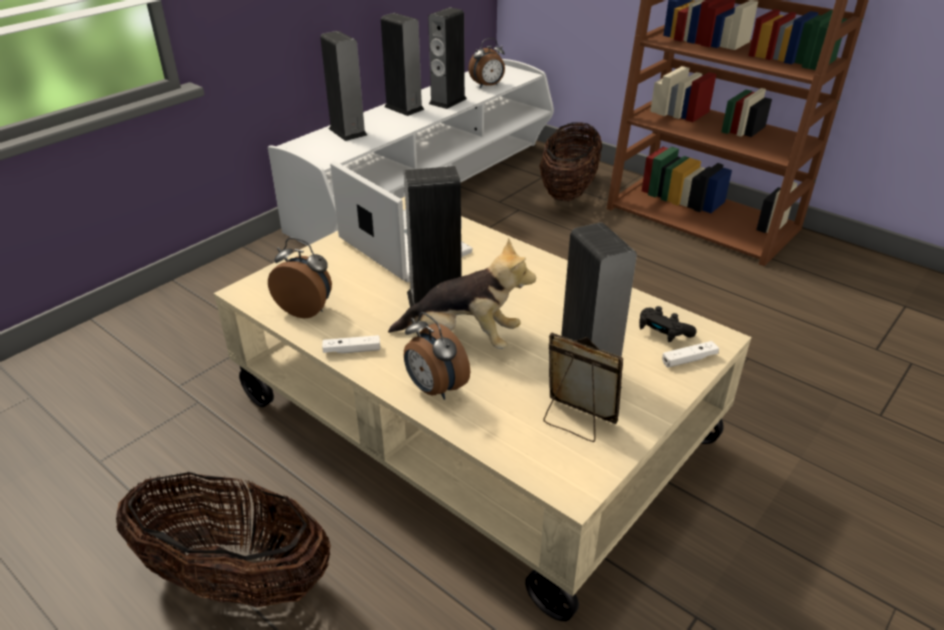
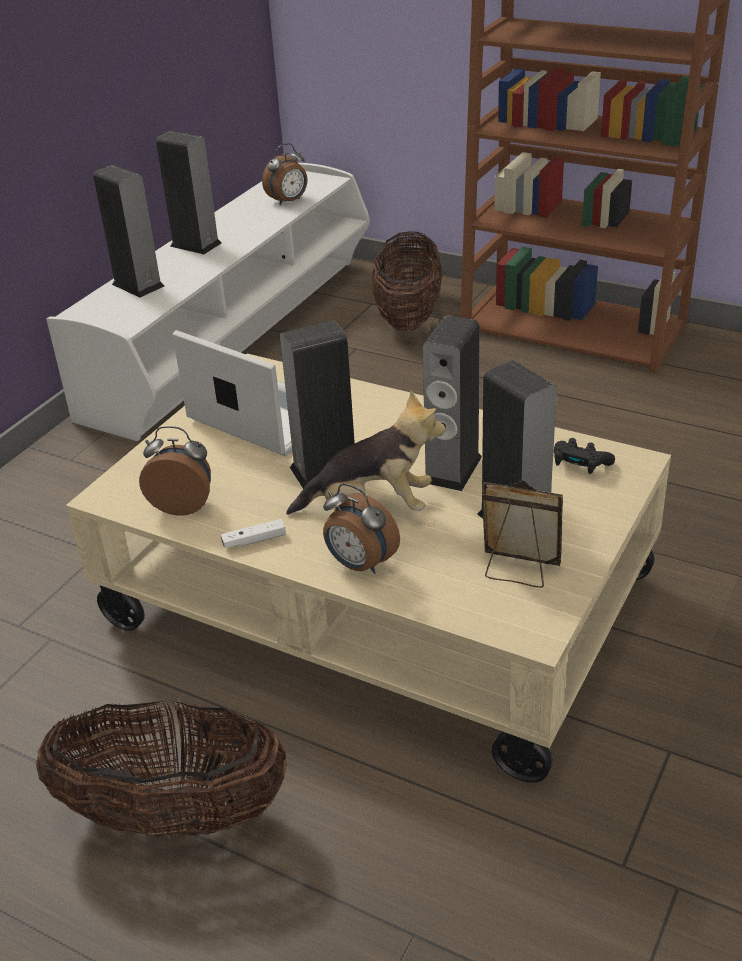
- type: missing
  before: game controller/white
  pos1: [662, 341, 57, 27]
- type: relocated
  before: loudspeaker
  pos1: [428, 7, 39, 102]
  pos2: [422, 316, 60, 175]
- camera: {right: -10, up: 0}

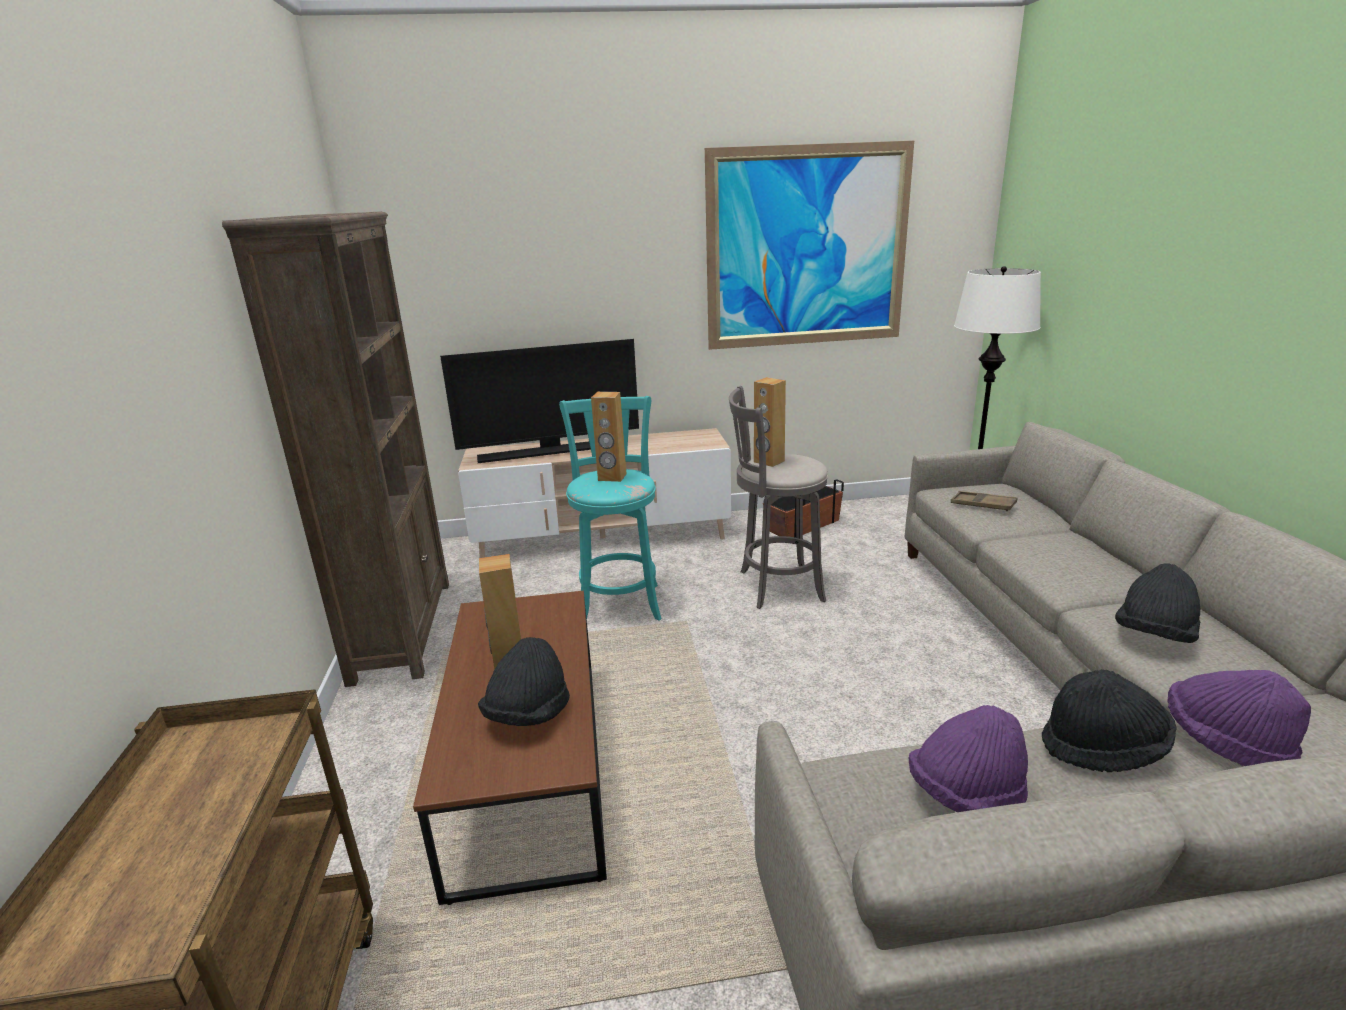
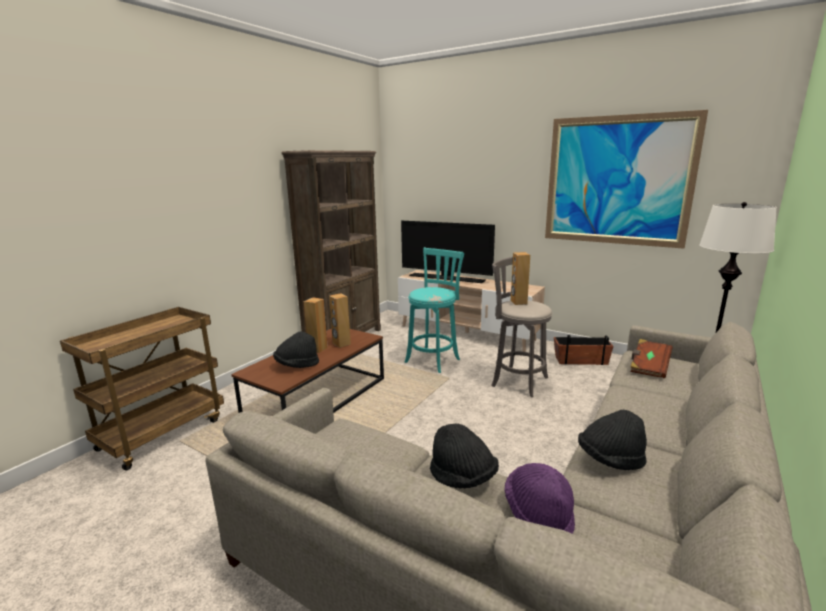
- type: missing
  before: clothing hat/purplish
  pos1: [909, 705, 119, 107]
- type: relocated
  before: loudspeaker/brownish
  pos1: [591, 392, 35, 90]
  pos2: [329, 293, 22, 55]
- type: exchanged
  before: carrying tray/brownish
  after: bound book/brownish
  pos1: [951, 491, 66, 20]
  pos2: [630, 339, 43, 39]
- camera: {right: 40, up: -5}

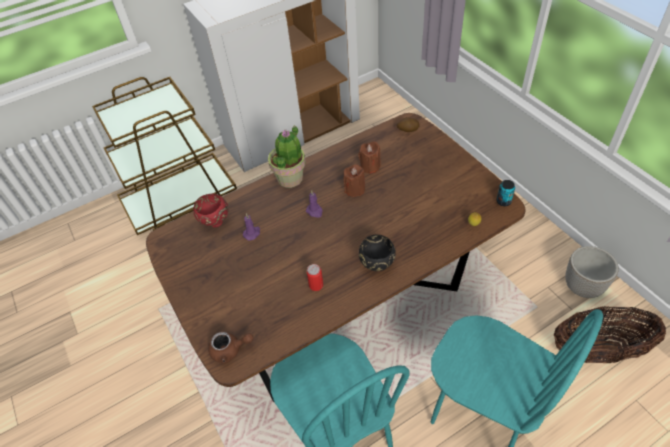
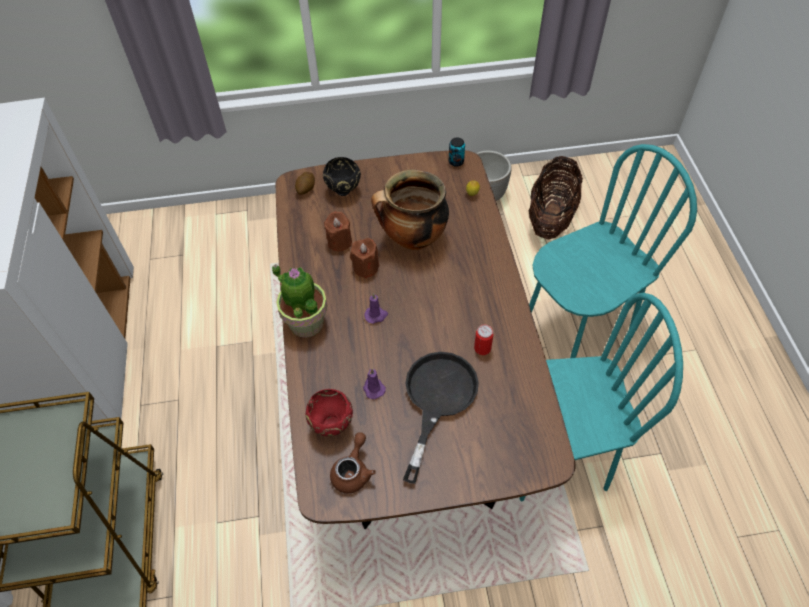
- type: appeared
  after: saucepot
  pos2: [371, 169, 78, 81]
- type: appeared
  after: frying pan/black-coloured
  pos2: [403, 352, 76, 132]
- type: relocated
  before: pot for tea/brownish
  pos1: [208, 332, 46, 32]
  pos2: [330, 432, 46, 62]
- type: relocated
  before: serving bowl/black-coloured
  pos1: [359, 234, 37, 37]
  pos2: [323, 157, 38, 39]
- camera: {right: -70, up: 5}

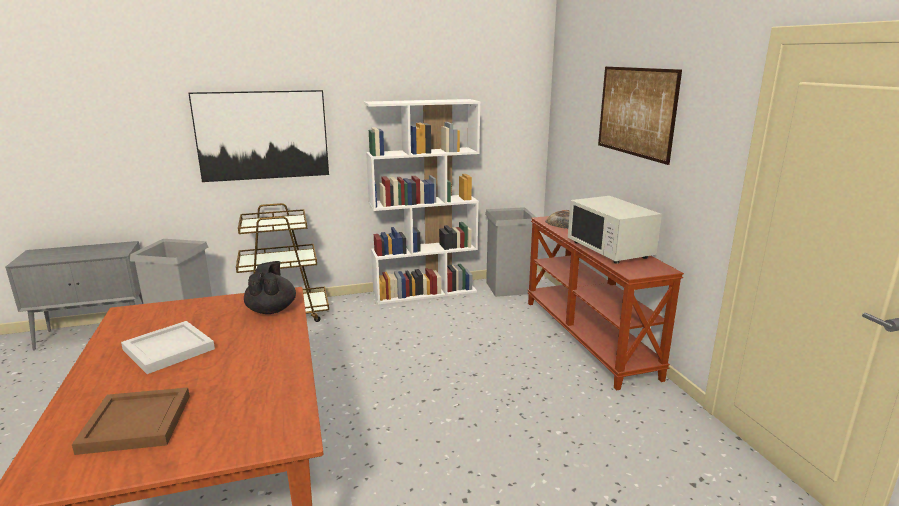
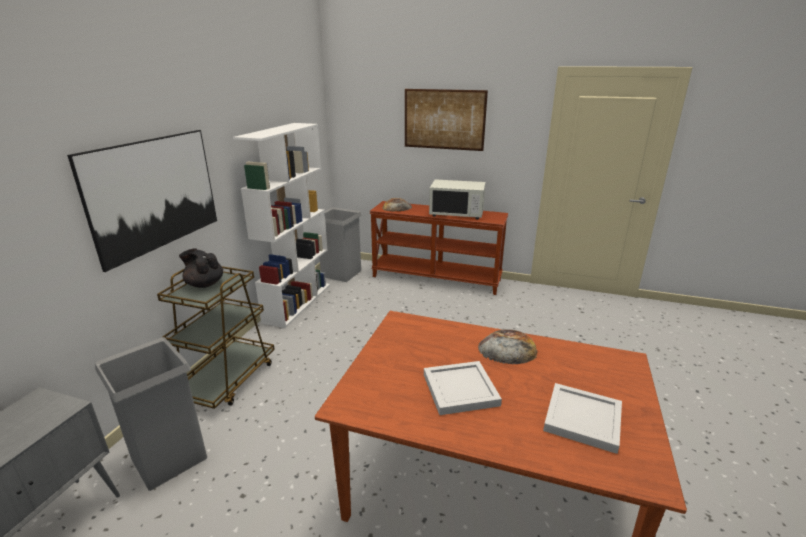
- type: appeared
  after: bakery bread
  pos2: [478, 329, 59, 35]
- type: relocated
  before: pot for tea/black-coloured
  pos1: [244, 261, 52, 53]
  pos2: [179, 248, 44, 40]
- type: colour
  before: carrying tray/brownish
  after: carrying tray/white
  pos1: [72, 387, 118, 68]
  pos2: [543, 383, 79, 71]
- camera: {right: -55, up: 5}

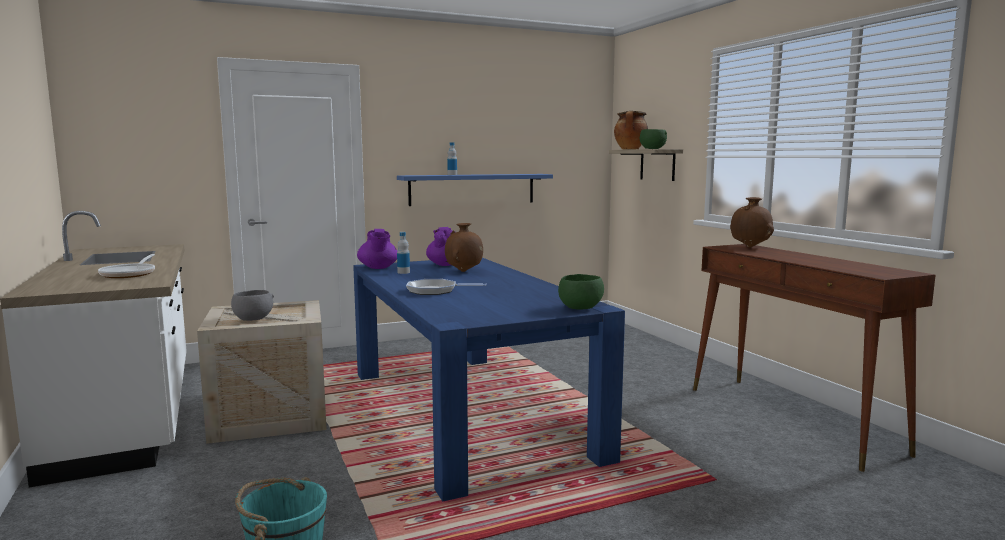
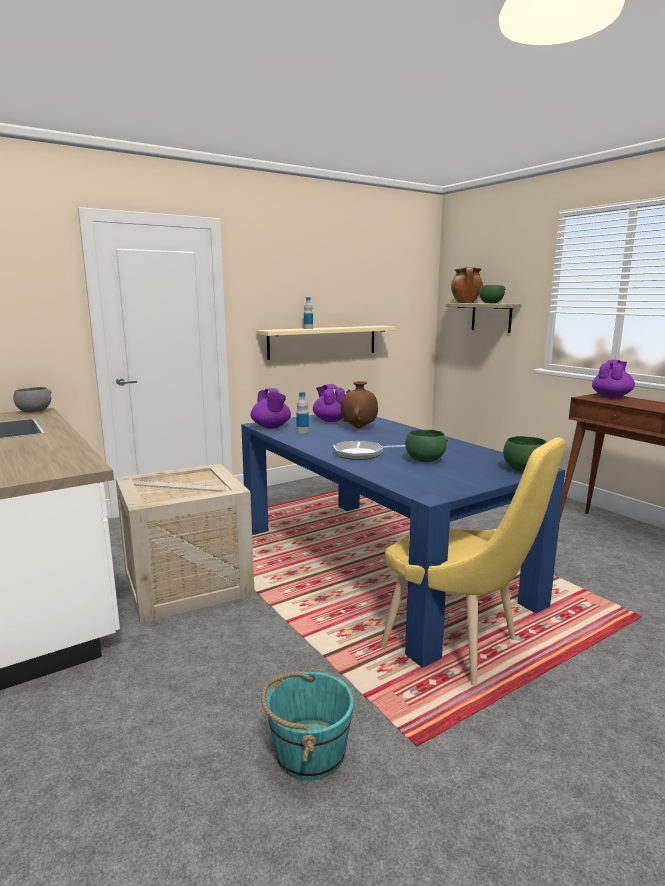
- type: missing
  before: frying pan
  pos1: [98, 254, 57, 24]
- type: appeared
  after: plain chair/yellow-coloured
  pos2: [381, 437, 184, 249]
- type: appeared
  after: serving bowl/green-coloured
  pos2: [405, 430, 43, 32]
- type: relocated
  before: serving bowl/gray
  pos1: [231, 290, 43, 31]
  pos2: [13, 387, 39, 26]
- type: exchanged
  before: vase/brownish
  after: pot for tea/purplish
  pos1: [730, 197, 44, 50]
  pos2: [592, 360, 43, 38]
- type: colour
  before: bracket shelf/bluish
  after: bracket shelf/sand-coloured
  pos1: [397, 174, 156, 32]
  pos2: [257, 326, 139, 34]
- camera: {right: -10, up: 5}

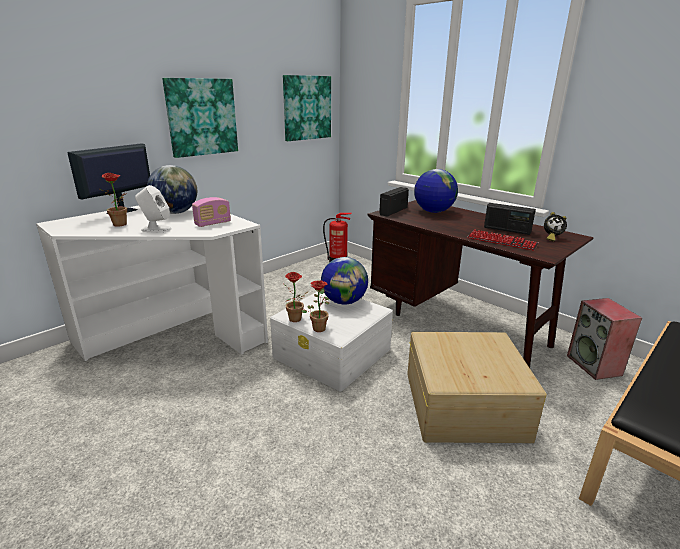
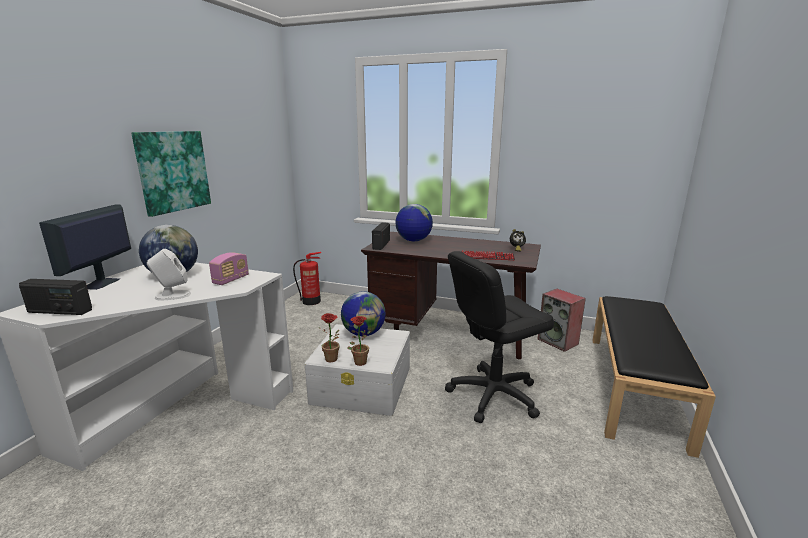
- type: missing
  before: potted plant
  pos1: [100, 173, 27, 54]
- type: missing
  before: wall picture
  pos1: [283, 75, 48, 66]
- type: relocated
  before: radio
  pos1: [484, 203, 52, 32]
  pos2: [19, 279, 73, 36]
- type: exchanged
  before: storage bin/sand-coloured
  after: desk chair/black-coloured
  pos1: [407, 332, 140, 111]
  pos2: [445, 251, 109, 172]
- camera: {right: -25, up: -5}

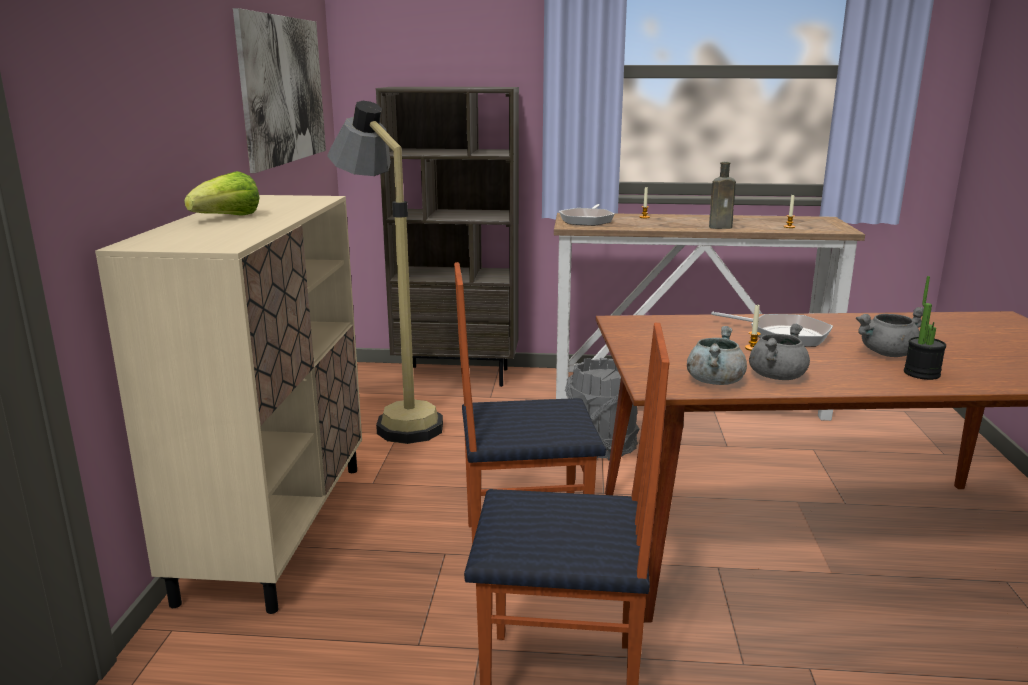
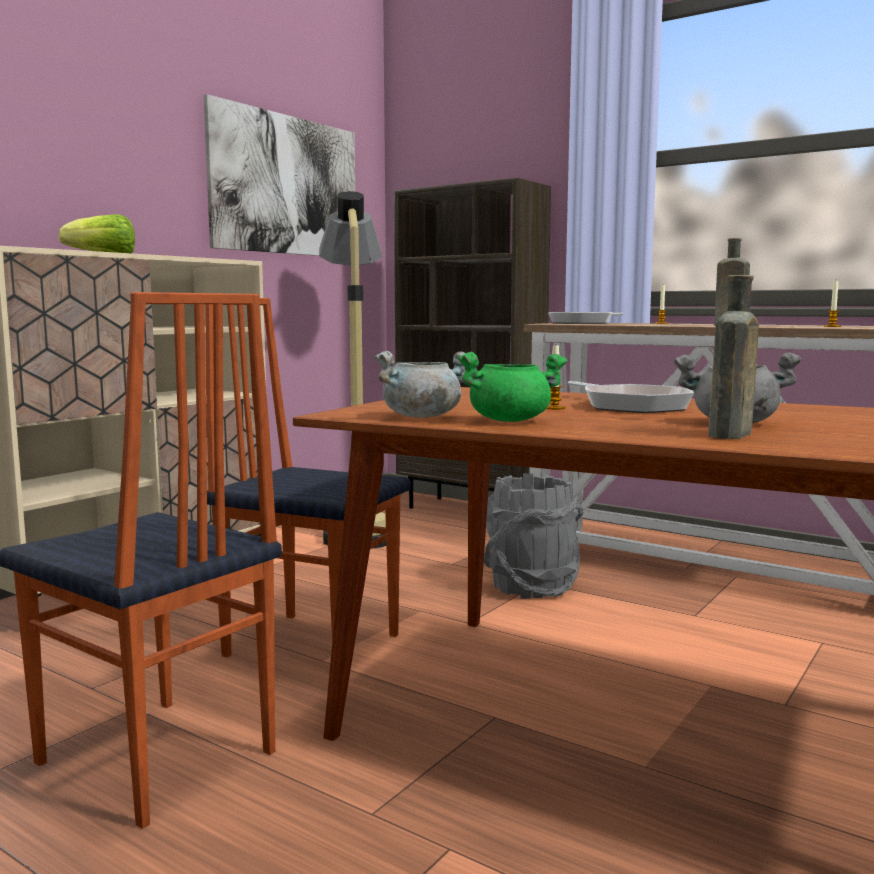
- type: exchanged
  before: potted plant
  after: beverage bottle/brownish
  pos1: [904, 276, 42, 104]
  pos2: [708, 275, 51, 164]
- type: colour
  before: saucepot/gray
  after: saucepot/green-coloured
  pos1: [749, 324, 61, 56]
  pos2: [458, 352, 110, 70]
- camera: {right: 30, up: -10}

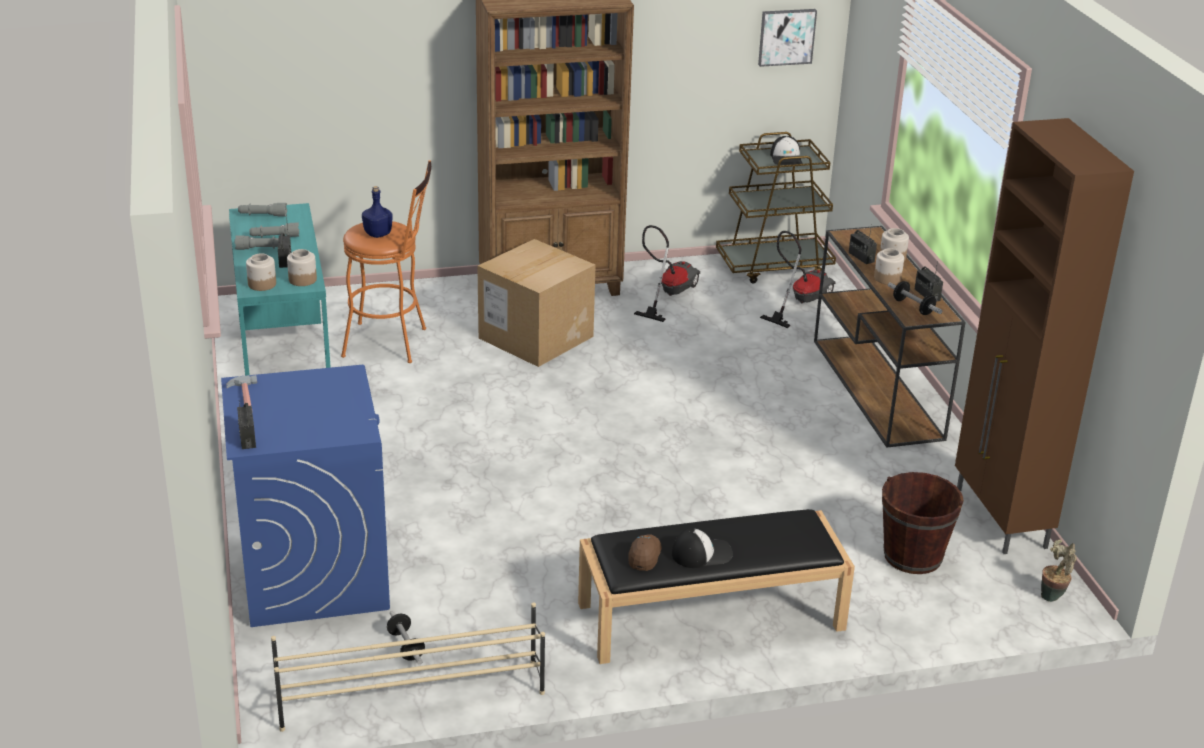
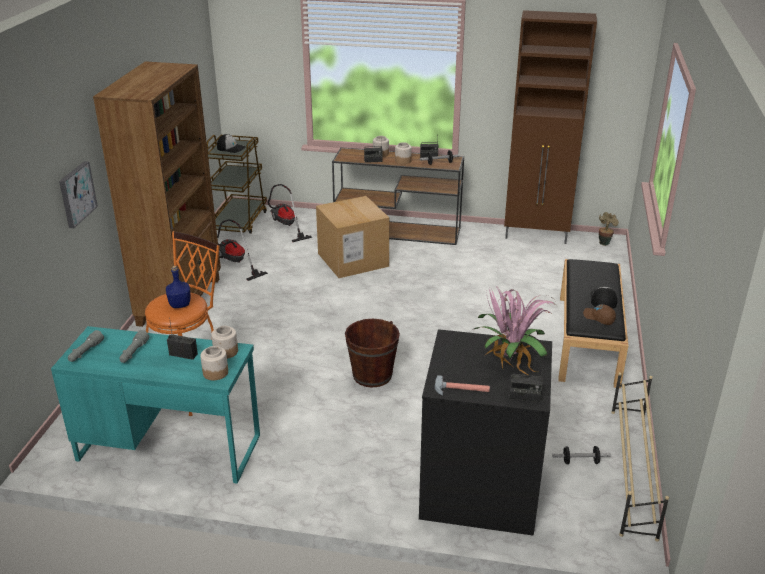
- type: missing
  before: hand torch/gray
  pos1: [235, 235, 44, 15]
- type: appeared
  after: potted plant
  pos2: [474, 285, 83, 90]
- type: relocated
  before: carton
  pos1: [477, 239, 119, 128]
  pos2: [316, 196, 73, 82]
- type: relocated
  before: wall picture
  pos1: [758, 9, 59, 58]
  pos2: [59, 161, 39, 67]
- type: relocated
  before: water bucket/brownish
  pos1: [882, 472, 82, 102]
  pos2: [345, 319, 55, 68]
- type: colour
  before: washing machine/bluish
  after: washing machine/black-coloured
  pos1: [221, 365, 169, 262]
  pos2: [419, 329, 133, 207]
- camera: {right: -65, up: 0}

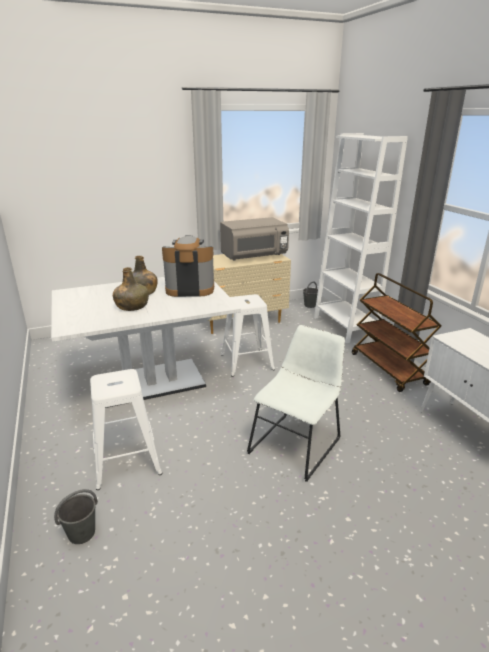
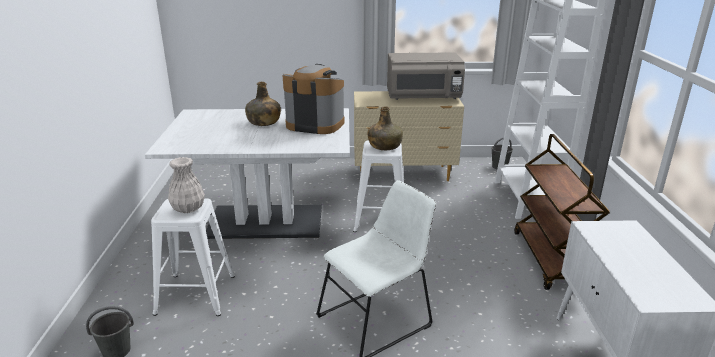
- type: appeared
  after: vase/white
  pos2: [168, 157, 37, 56]
- type: relocated
  before: beverage bottle/green-coloured
  pos1: [113, 267, 36, 44]
  pos2: [368, 106, 35, 44]
- camera: {right: 20, up: 0}

